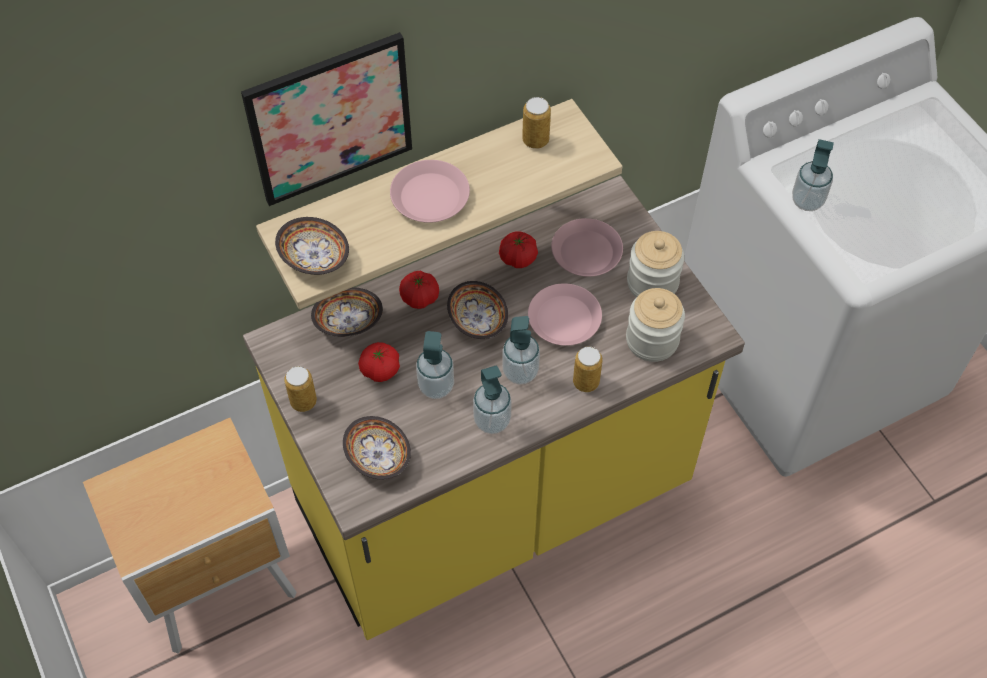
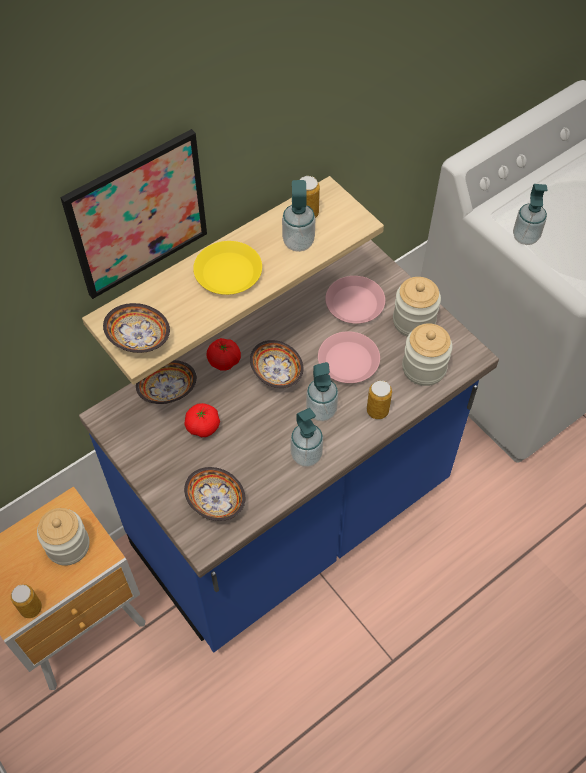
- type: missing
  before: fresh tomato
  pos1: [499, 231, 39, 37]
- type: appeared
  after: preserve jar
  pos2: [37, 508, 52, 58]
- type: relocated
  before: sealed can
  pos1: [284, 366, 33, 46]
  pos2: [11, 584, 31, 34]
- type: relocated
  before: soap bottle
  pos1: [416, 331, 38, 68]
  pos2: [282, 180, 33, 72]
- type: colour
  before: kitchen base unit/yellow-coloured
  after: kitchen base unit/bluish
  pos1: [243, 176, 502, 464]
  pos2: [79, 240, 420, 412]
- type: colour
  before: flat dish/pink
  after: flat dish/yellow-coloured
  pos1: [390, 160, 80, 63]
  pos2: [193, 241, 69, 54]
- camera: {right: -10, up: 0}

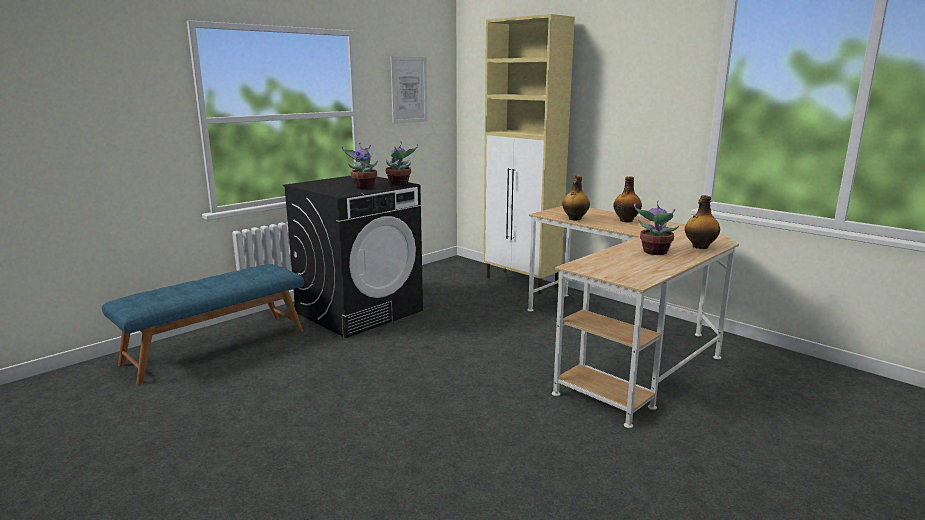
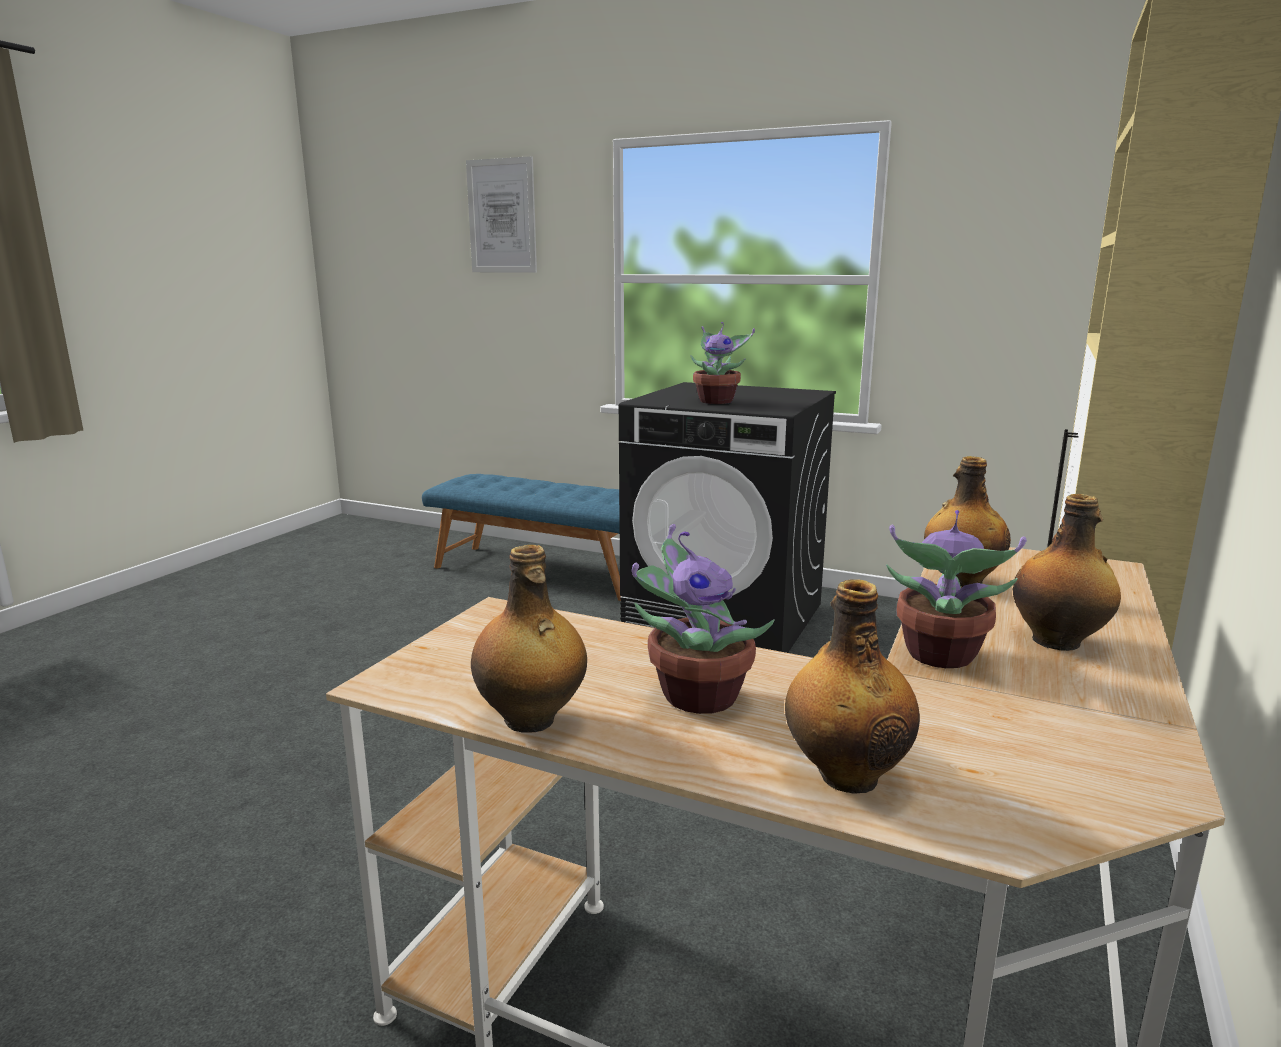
- type: appeared
  after: beverage bottle
  pos2: [471, 545, 116, 188]
- type: relocated
  before: potted plant
  pos1: [386, 141, 32, 45]
  pos2: [886, 510, 140, 158]
- type: relocated
  before: wall picture
  pos1: [390, 56, 38, 68]
  pos2: [466, 156, 71, 117]
- camera: {right: 70, up: 0}

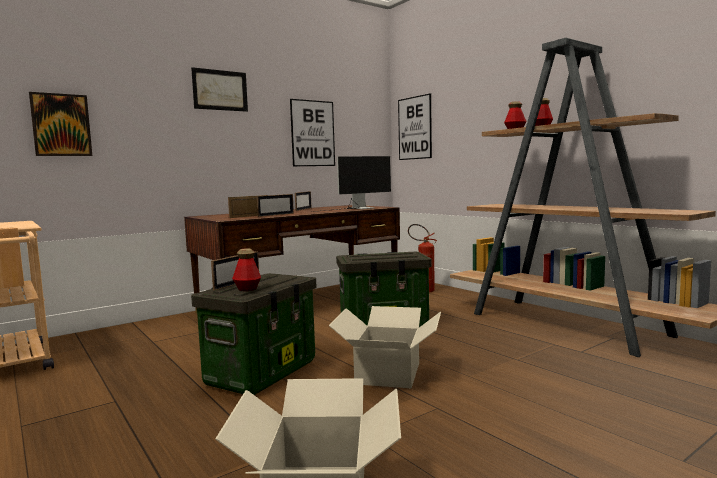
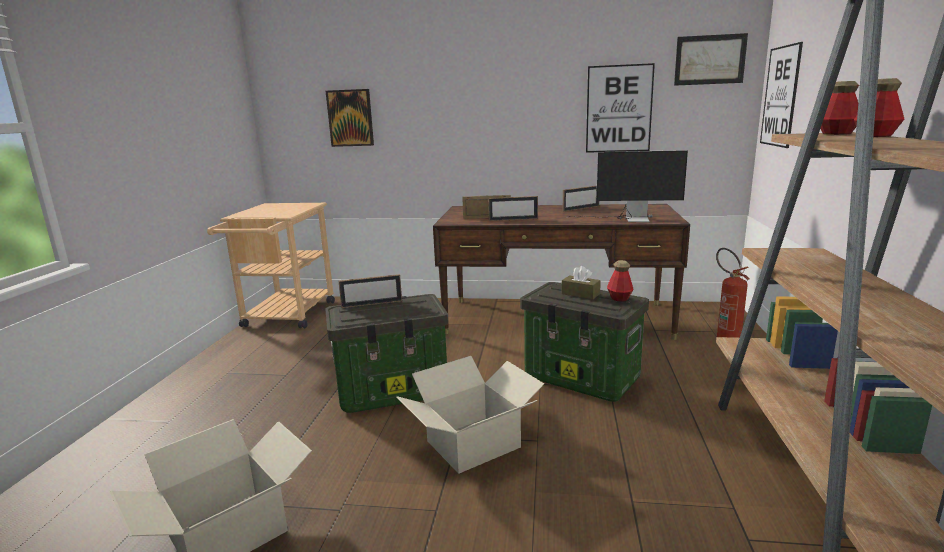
- type: appeared
  after: box of tissues/brownish
  pos2: [562, 266, 39, 33]
- type: relocated
  before: wall picture
  pos1: [191, 67, 57, 45]
  pos2: [674, 33, 74, 53]
- type: relocated
  before: beverage bottle
  pos1: [232, 248, 29, 43]
  pos2: [607, 260, 26, 42]
- camera: {right: 45, up: 10}

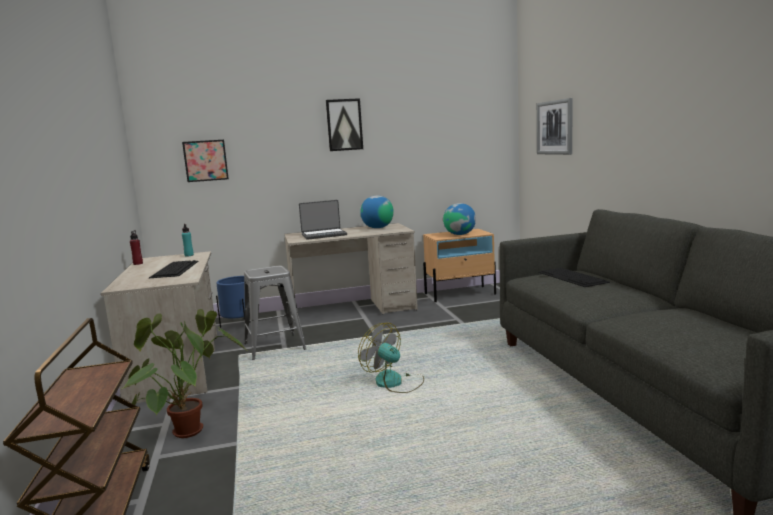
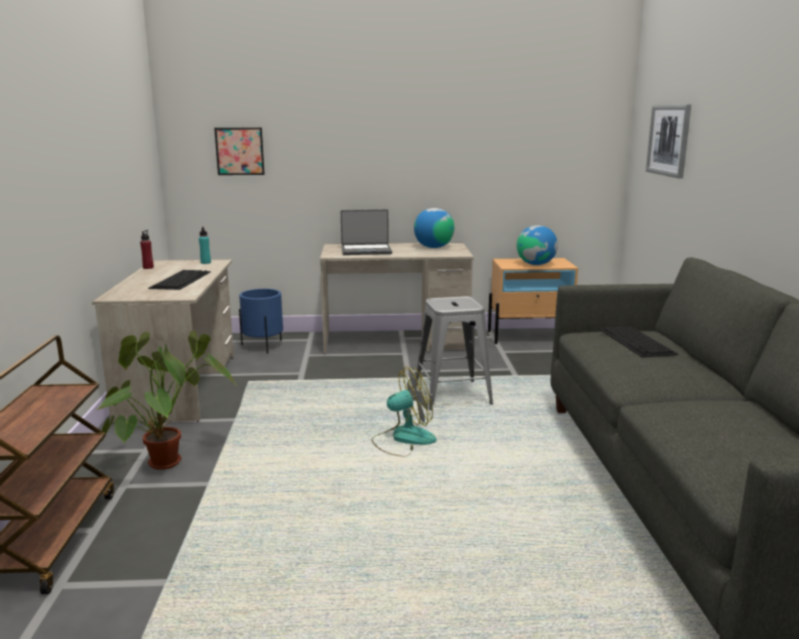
- type: missing
  before: wall picture
  pos1: [326, 98, 37, 53]
- type: relocated
  before: sitting stool/gray
  pos1: [244, 265, 62, 95]
  pos2: [416, 296, 77, 114]
- type: spun
  before: electric fan
  pos1: [358, 323, 66, 70]
  pos2: [372, 367, 65, 89]
  turn: 105
- camera: {right: 10, up: 5}

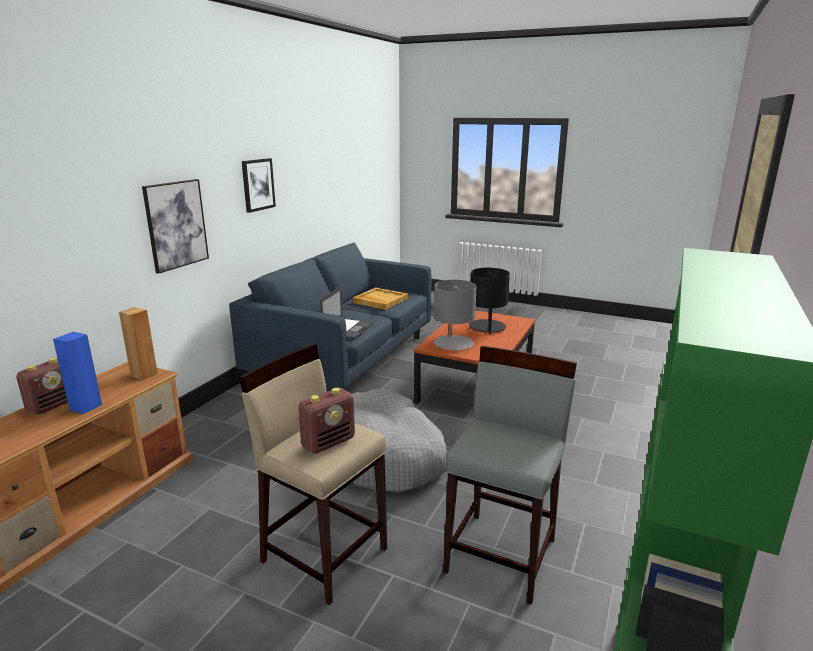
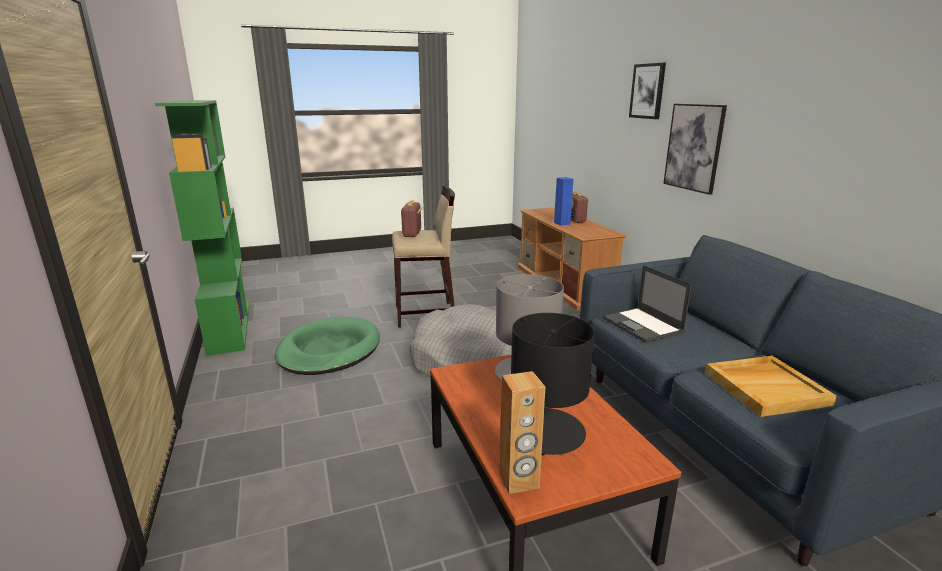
- type: relocated
  before: loudspeaker/brownish
  pos1: [119, 307, 39, 73]
  pos2: [500, 371, 45, 123]
- type: relocated
  before: wall picture
  pos1: [242, 158, 34, 55]
  pos2: [629, 63, 37, 56]
- type: exchanged
  before: sitting stool/gray
  after: dog cushion/green-coloured
  pos1: [443, 346, 134, 259]
  pos2: [275, 317, 105, 58]
- camera: {right: 135, up: 0}

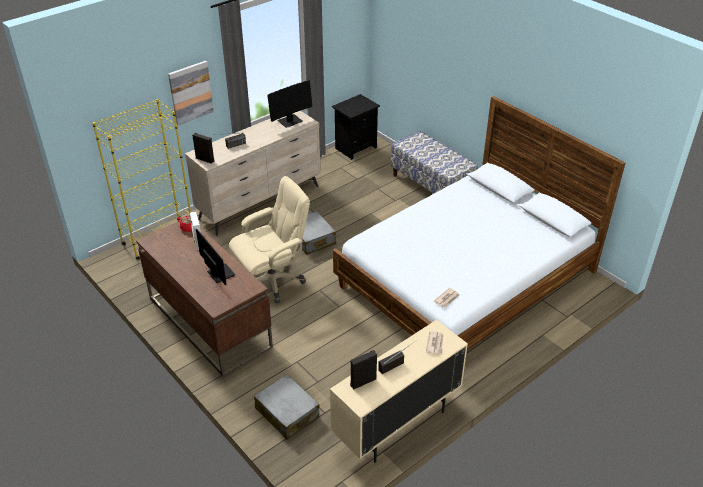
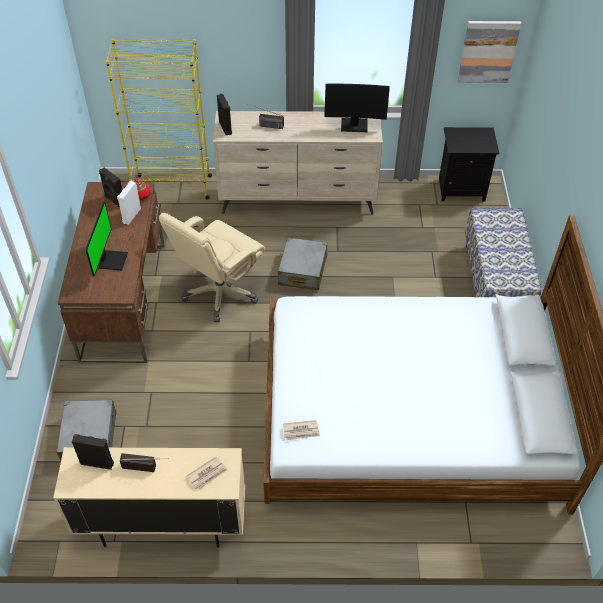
- type: appeared
  after: loudspeaker/black-coloured
  pos2: [99, 168, 23, 40]
- type: relocated
  before: wall picture
  pos1: [168, 61, 46, 64]
  pos2: [458, 21, 63, 62]
- type: spun
  before: desk chair/sand-coloured
  pos1: [229, 176, 81, 127]
  pos2: [159, 213, 106, 109]
  turn: 120
- camera: {right: 40, up: 10}

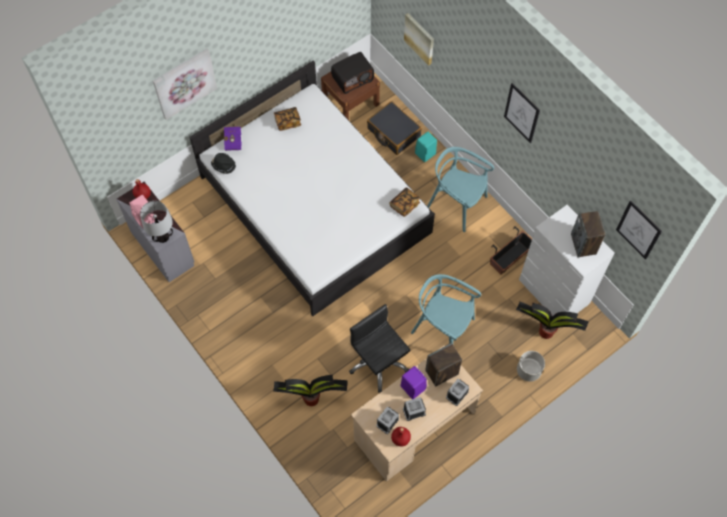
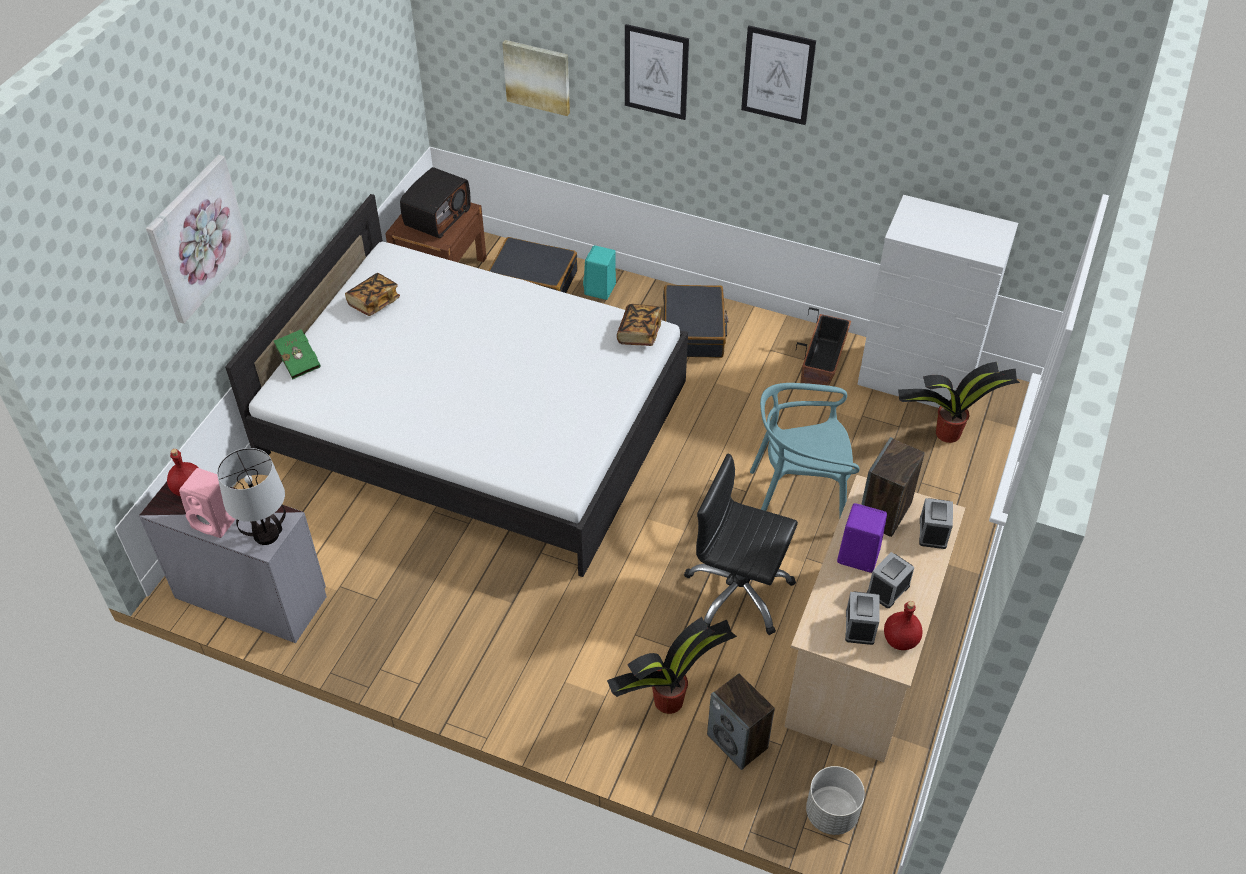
- type: missing
  before: clothing hat/black-coloured
  pos1: [211, 153, 25, 21]
- type: relocated
  before: planter/gray
  pos1: [517, 351, 28, 31]
  pos2: [806, 766, 59, 69]
- type: relocated
  before: loudspeaker
  pos1: [571, 211, 35, 47]
  pos2: [707, 674, 68, 96]
- type: relocated
  before: wall picture
  pos1: [616, 200, 46, 60]
  pos2: [625, 24, 64, 96]
- type: exchanged
  before: plain chair/turquoise
  after: suitcase/black-coloured
  pos1: [427, 147, 67, 85]
  pos2: [663, 285, 66, 73]
- type: colour
  before: bound book/purplish
  after: bound book/green-coloured
  pos1: [224, 123, 18, 28]
  pos2: [274, 329, 47, 50]
- camera: {right: -30, up: -15}

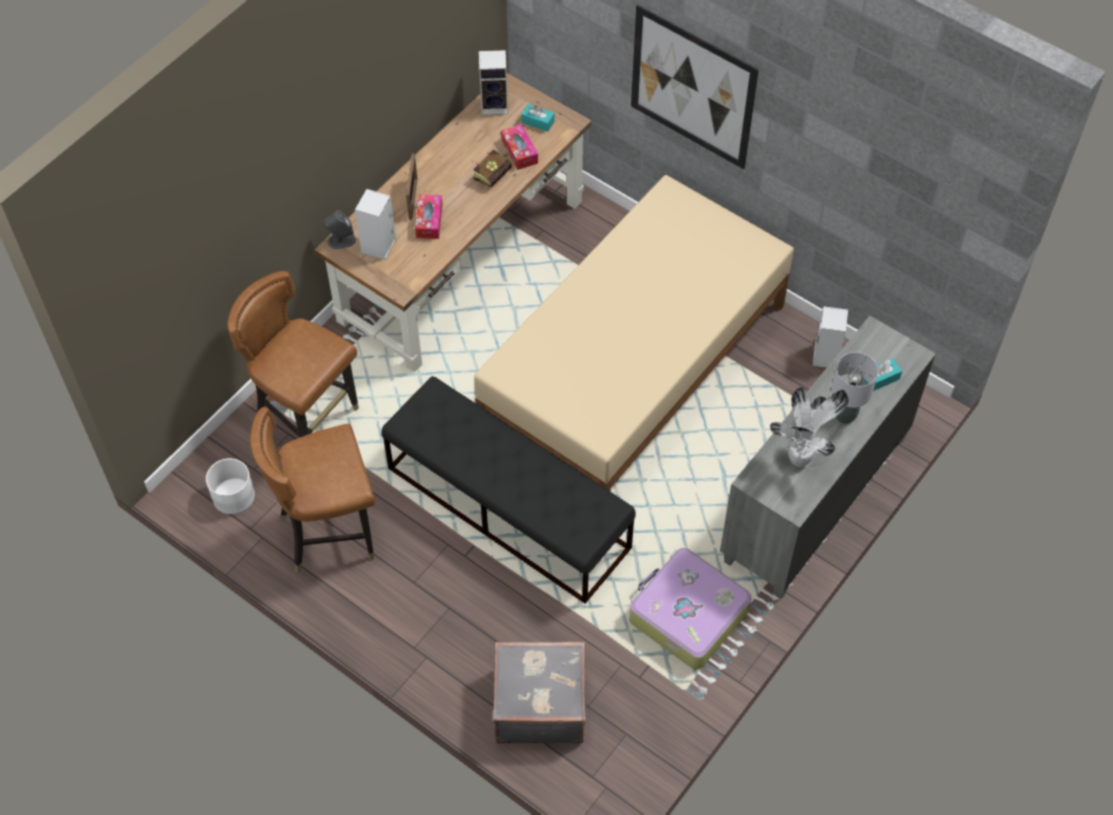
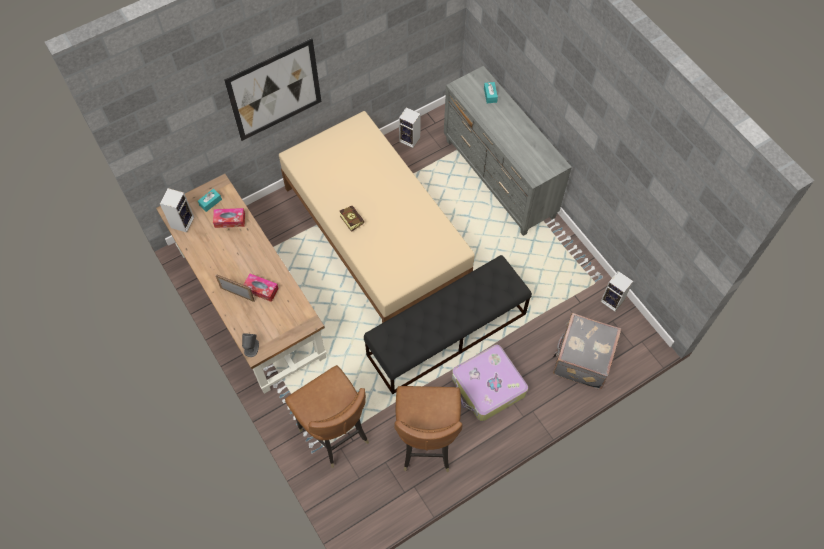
- type: missing
  before: planter/white
  pos1: [206, 458, 49, 56]
- type: missing
  before: potted plant
  pos1: [770, 387, 79, 80]
- type: missing
  before: tabletop lamp/gray
  pos1: [831, 352, 47, 72]
- type: relocated
  before: loudspeaker
  pos1: [355, 189, 41, 71]
  pos2: [601, 271, 32, 40]
- type: relocated
  before: bound book
  pos1: [474, 149, 38, 38]
  pos2: [339, 206, 25, 26]
- type: relocated
  before: suitcase
  pos1: [629, 548, 123, 122]
  pos2: [452, 345, 76, 76]
- type: spun
  before: plain chair/brownish
  pos1: [228, 271, 131, 167]
  pos2: [285, 365, 84, 103]
  turn: -90
- camera: {right: -70, up: 5}

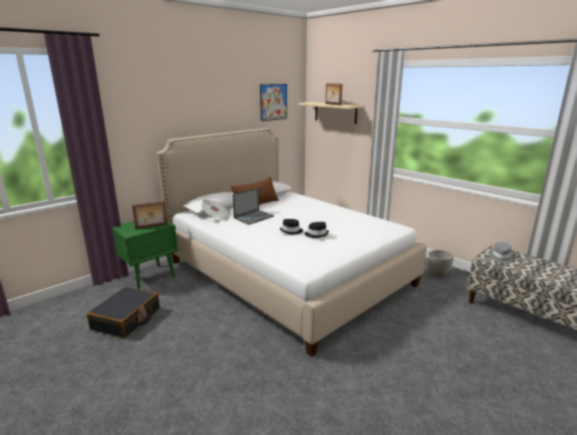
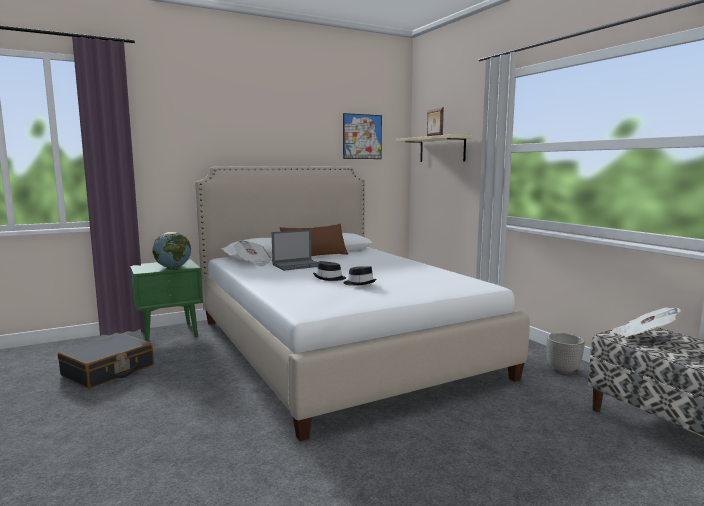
- type: exchanged
  before: picture frame
  after: globe
  pos1: [132, 201, 35, 28]
  pos2: [152, 232, 39, 36]
- type: exchanged
  before: clothing hat/gray
  after: printed paper
  pos1: [489, 242, 25, 21]
  pos2: [612, 307, 69, 30]
- camera: {right: 15, up: -10}

